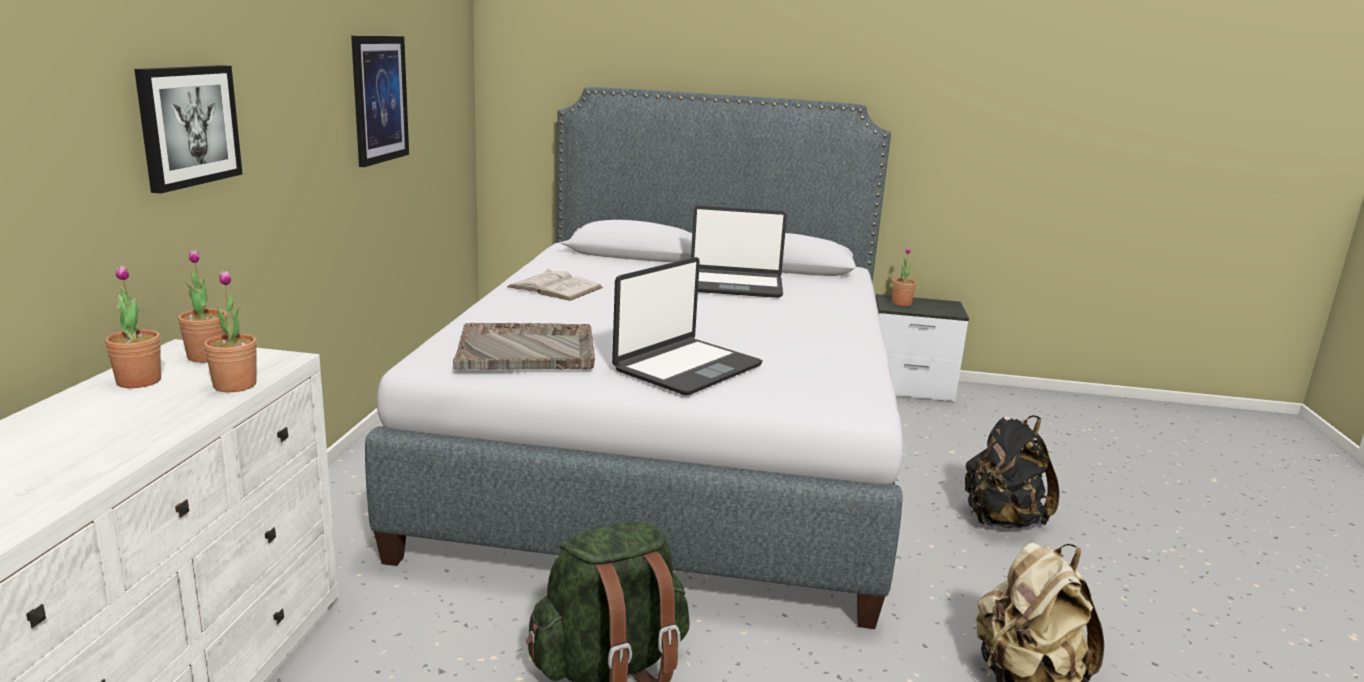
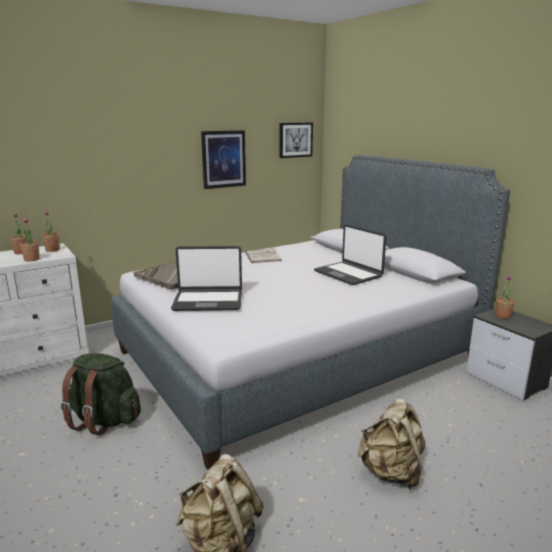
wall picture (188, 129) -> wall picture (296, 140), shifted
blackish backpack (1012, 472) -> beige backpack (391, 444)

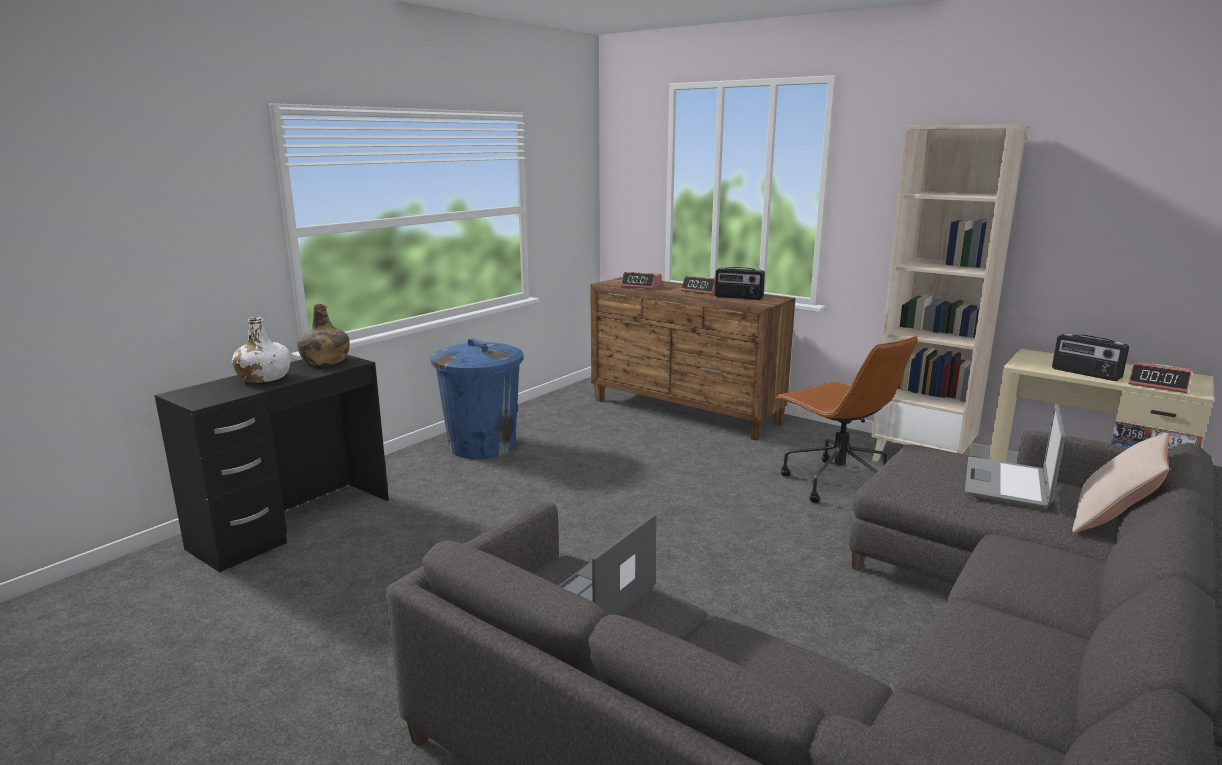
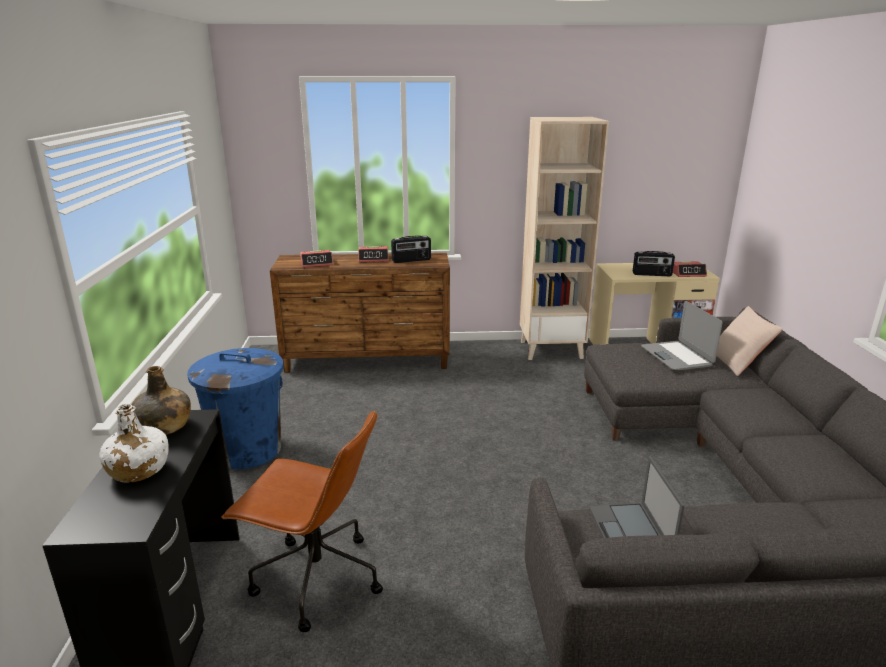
brownish office chair (847, 419) -> brownish office chair (302, 521), shifted

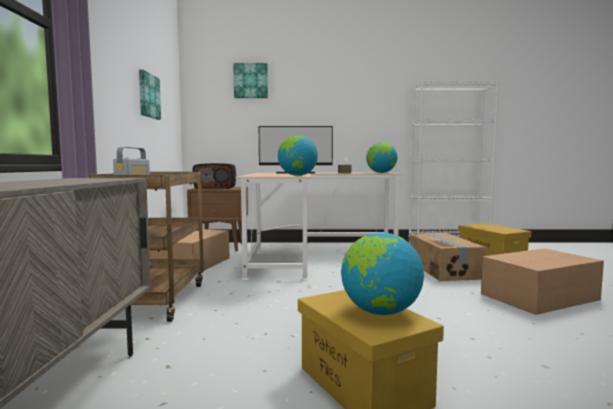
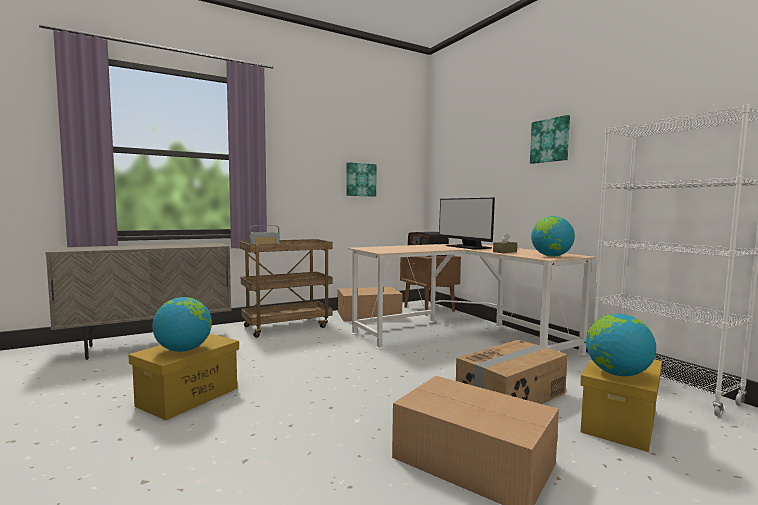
wall picture (250, 80) -> wall picture (550, 139), shifted
desk globe (298, 155) -> desk globe (621, 345), shifted

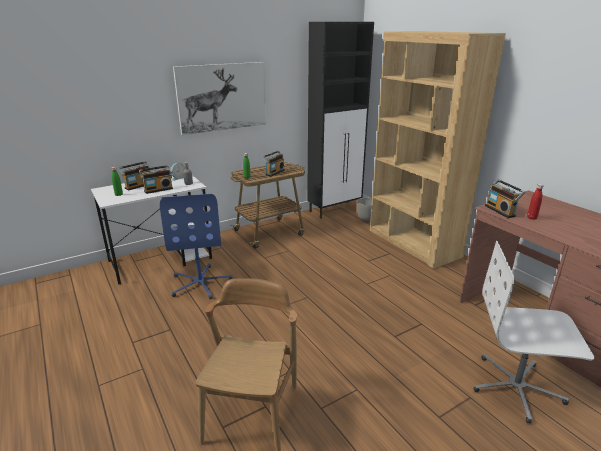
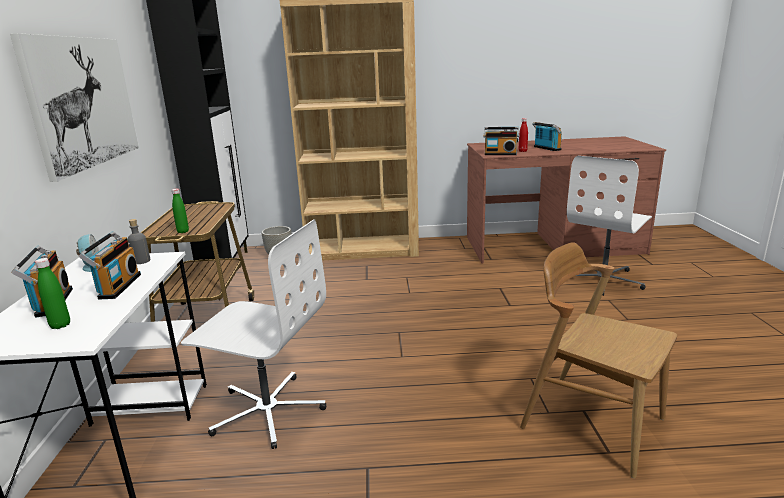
blue office chair (196, 246) -> whitish office chair (253, 334)
radio set (274, 163) -> radio set (547, 136), shifted

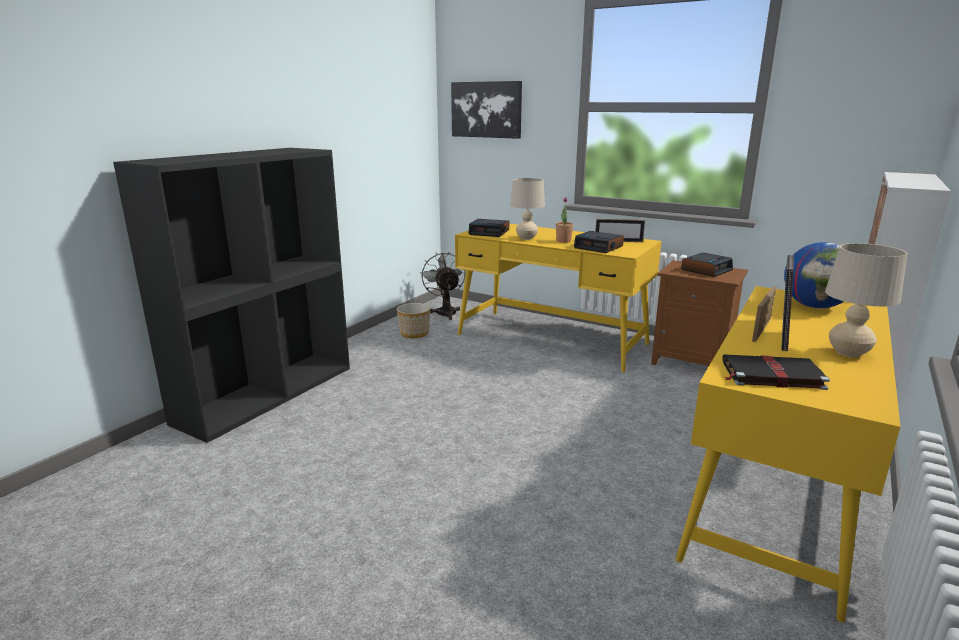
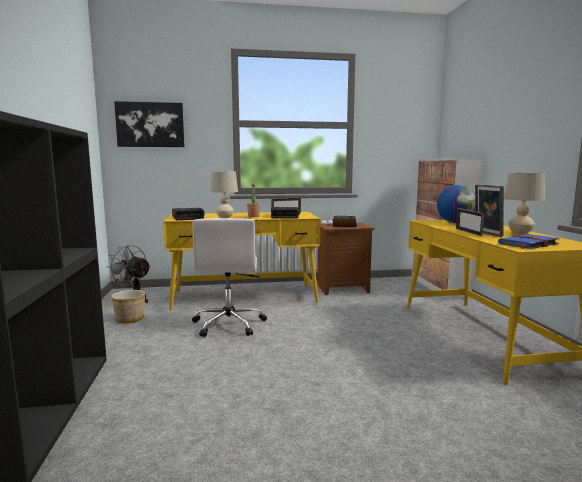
blackish bound book (776, 372) -> blue bound book (529, 242)
none -> whitish office chair (229, 277)

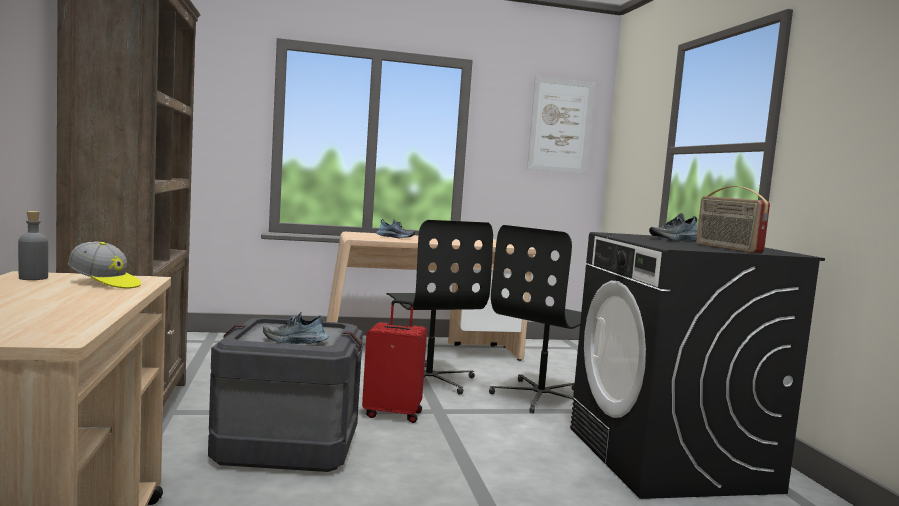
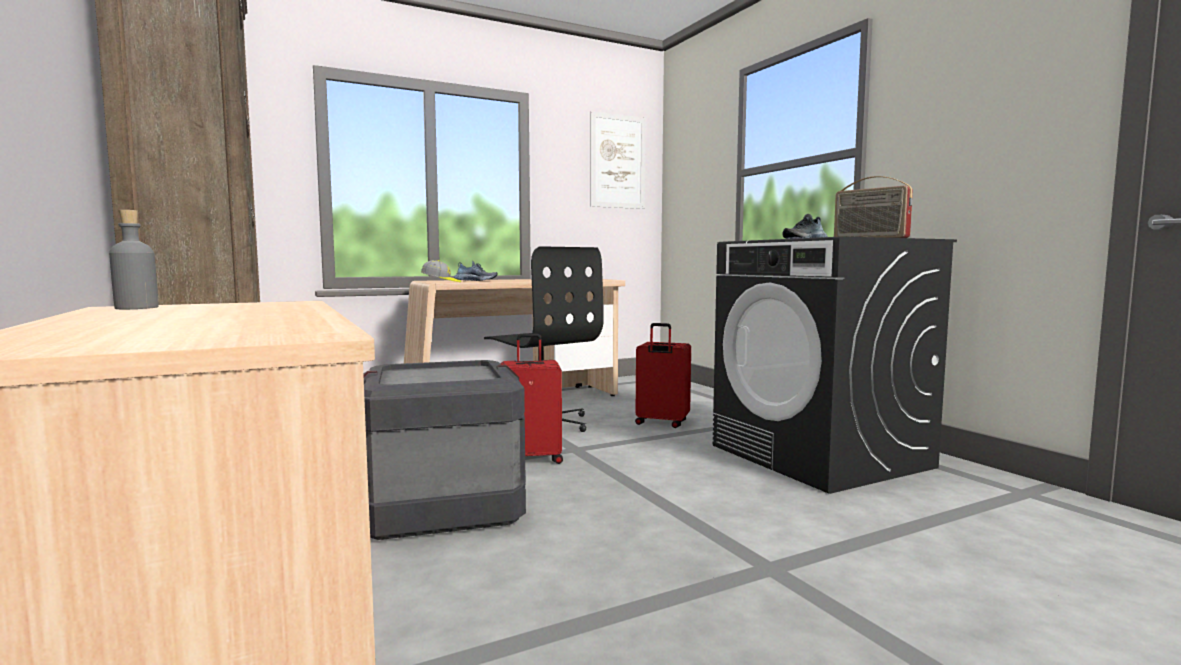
cap (104, 264) -> cap (441, 271), shifted
low shoe (296, 328) -> none
blackish office chair (535, 319) -> reddish suitcase (663, 375)

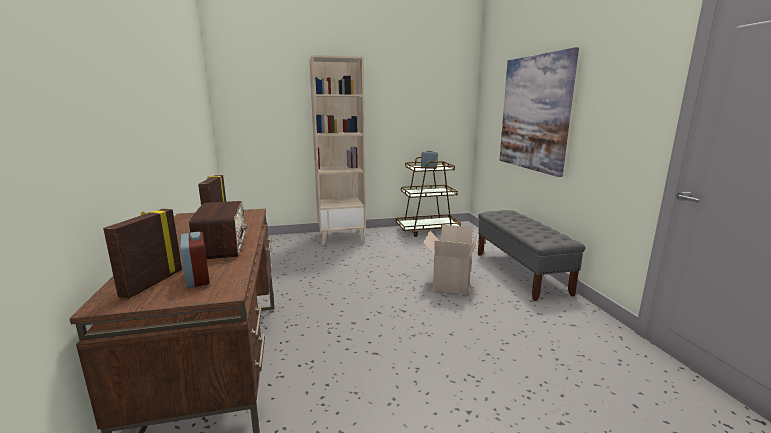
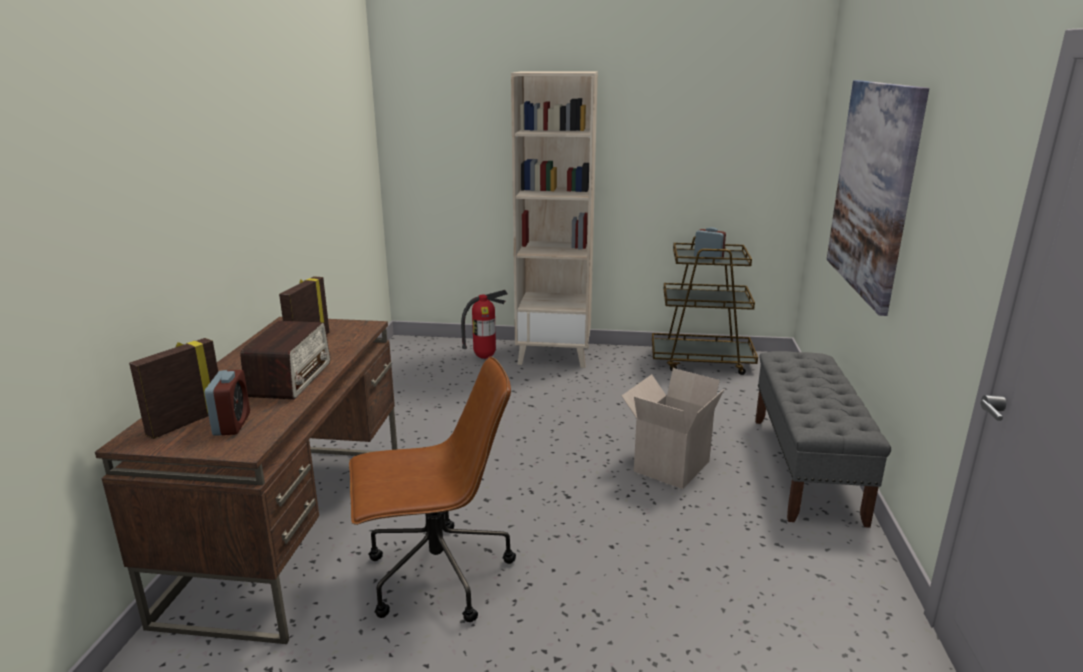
none -> brownish office chair (432, 489)
none -> extinguisher (484, 324)

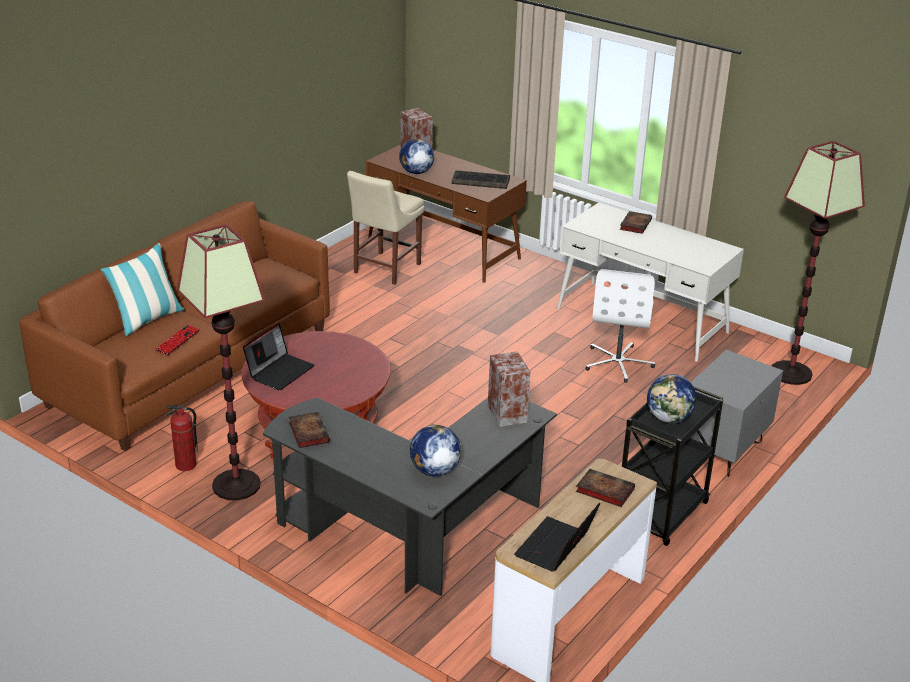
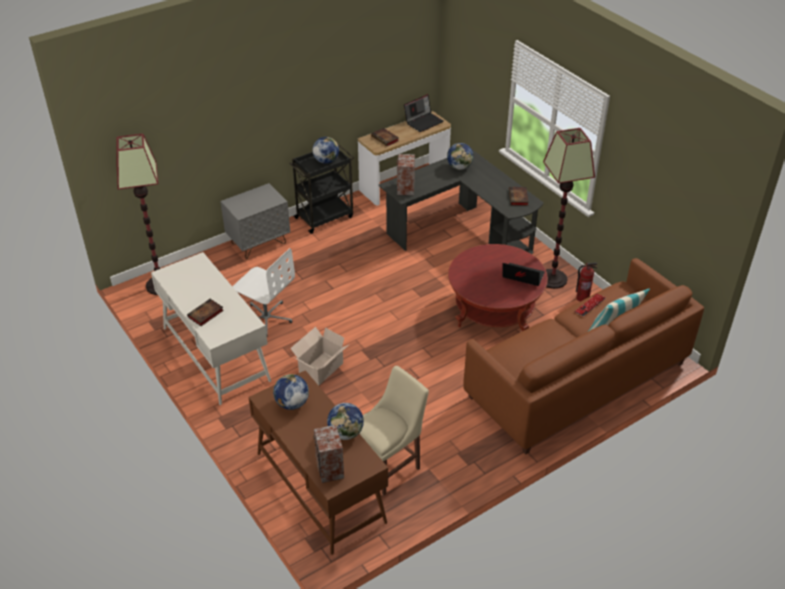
notebook computer (278, 356) -> notebook computer (524, 274), 60 degrees clockwise
keyboard (481, 179) -> desk globe (291, 392)
whitish office chair (620, 326) -> whitish office chair (263, 291), 90 degrees clockwise
none -> carton (319, 356)

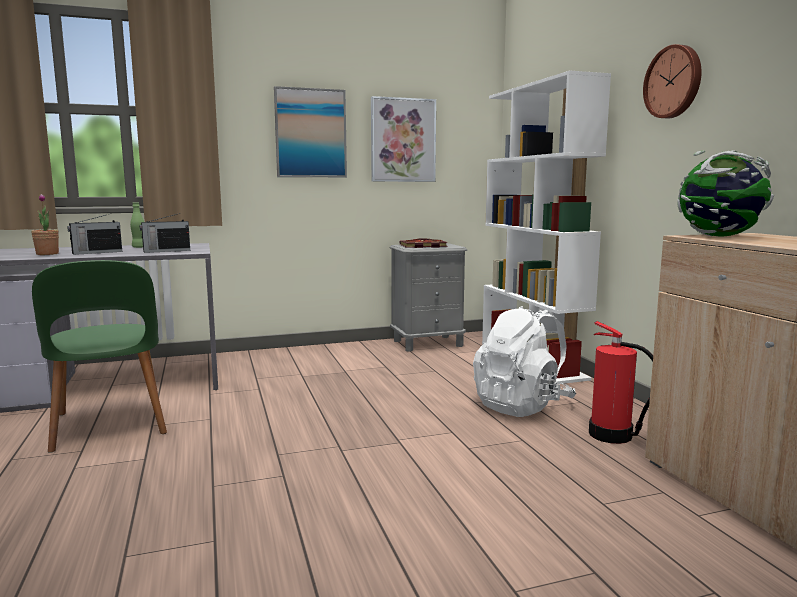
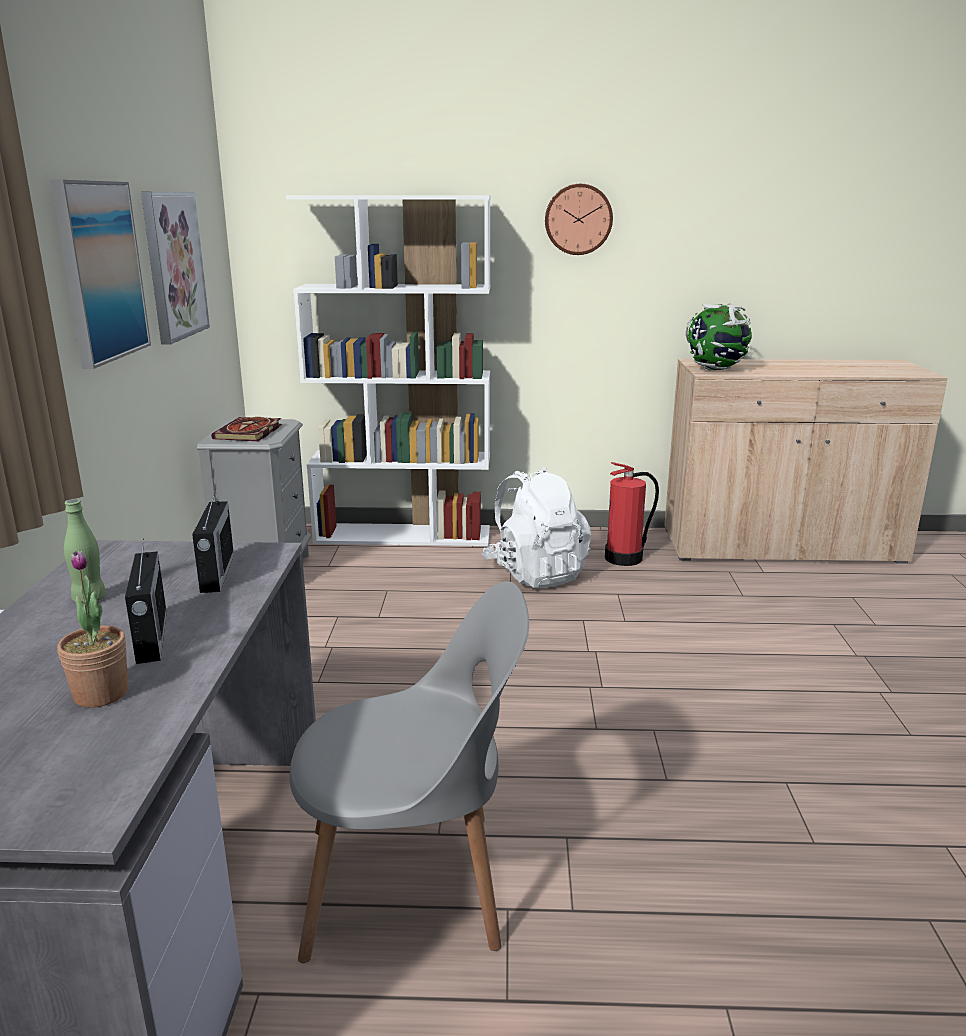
green plain chair (99, 356) -> greyish plain chair (409, 772)

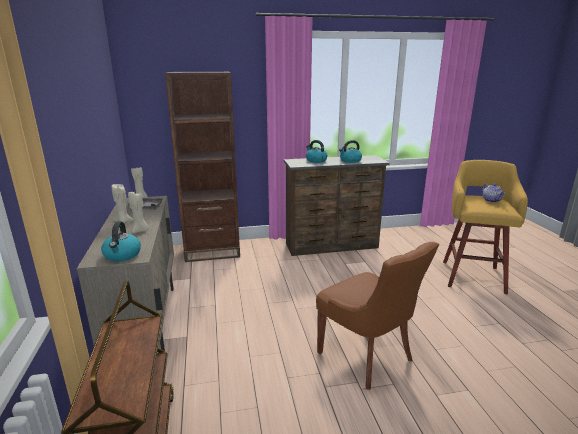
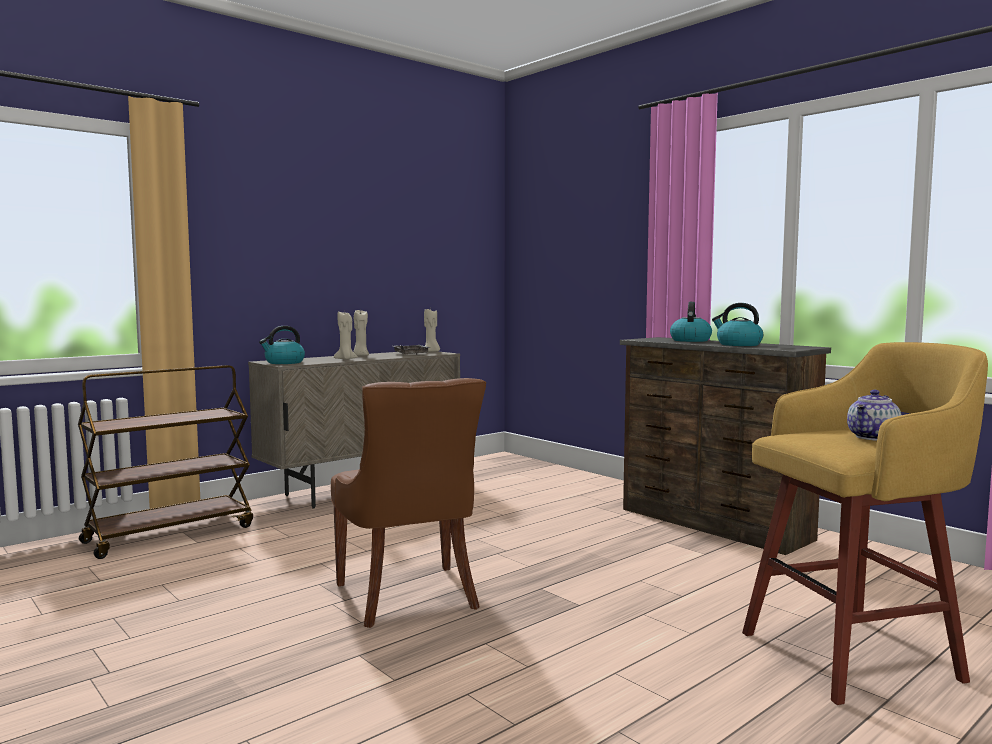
brownish shelving unit (202, 167) -> none
brownish plain chair (377, 316) -> brownish plain chair (408, 503), 45 degrees counterclockwise

